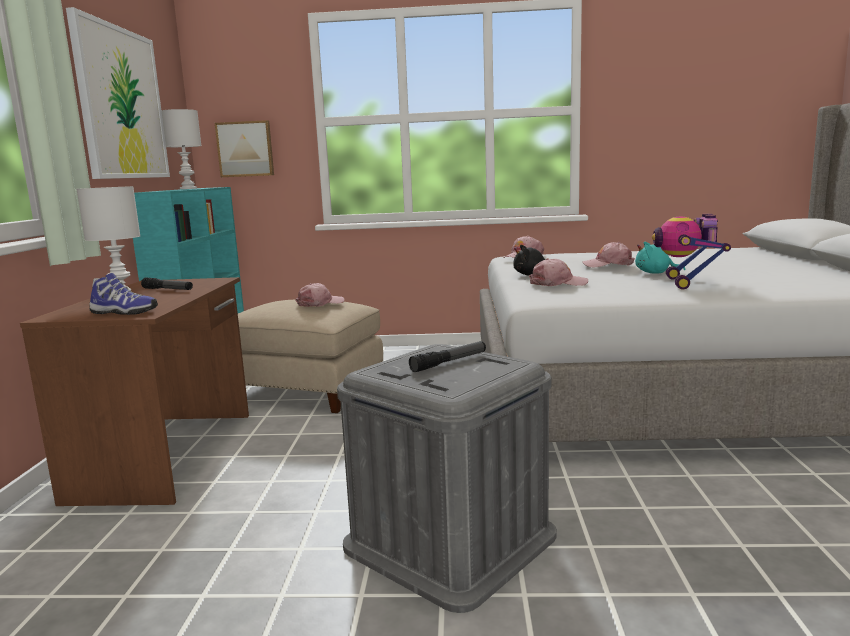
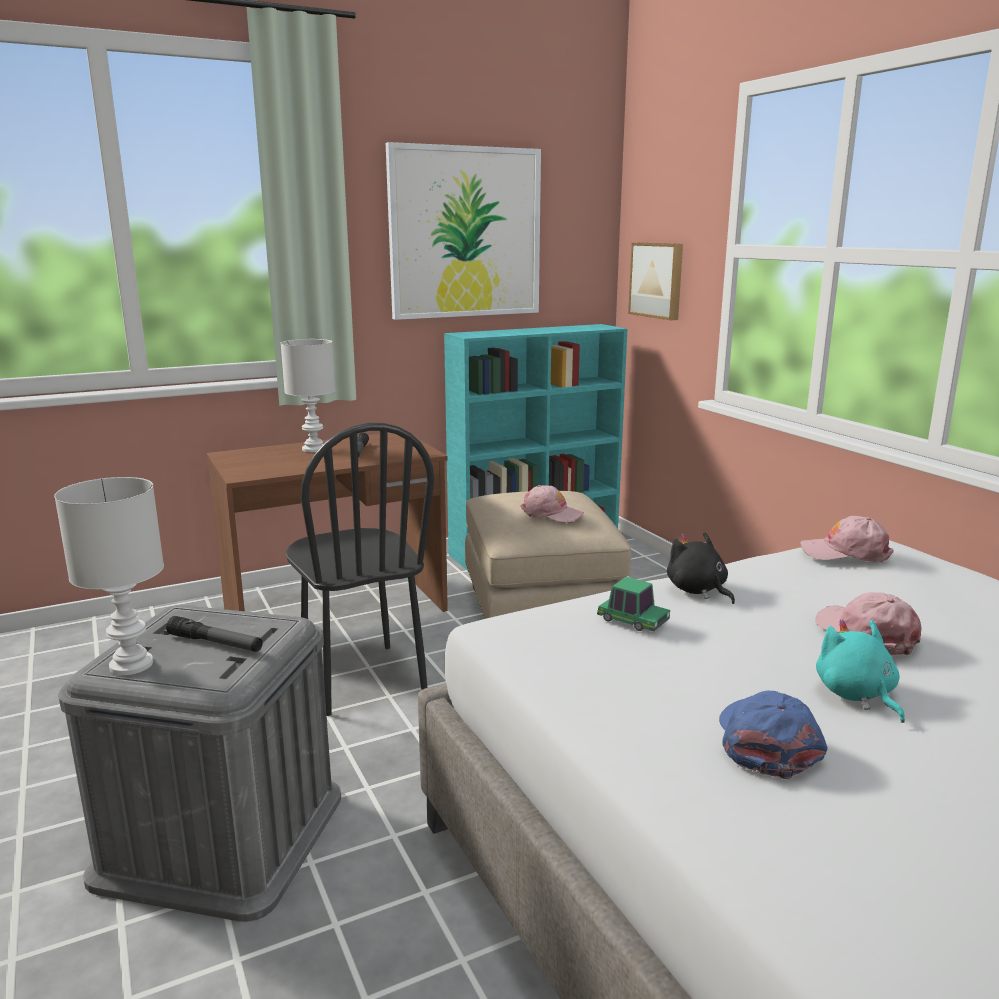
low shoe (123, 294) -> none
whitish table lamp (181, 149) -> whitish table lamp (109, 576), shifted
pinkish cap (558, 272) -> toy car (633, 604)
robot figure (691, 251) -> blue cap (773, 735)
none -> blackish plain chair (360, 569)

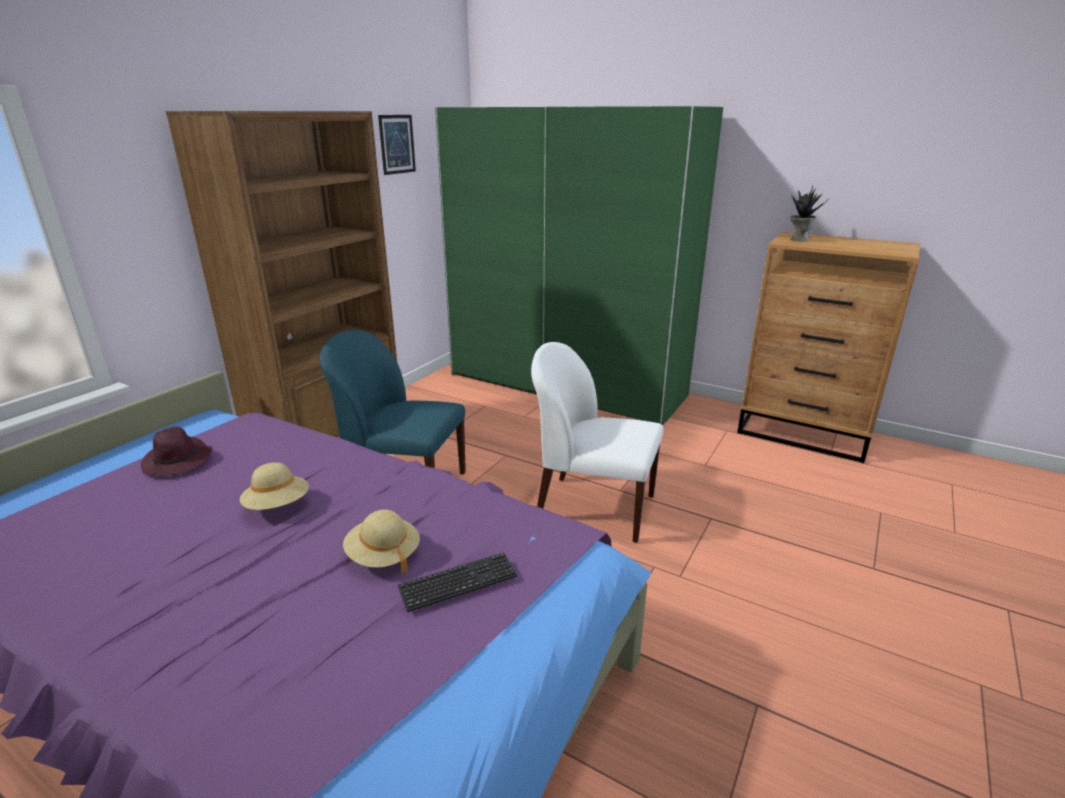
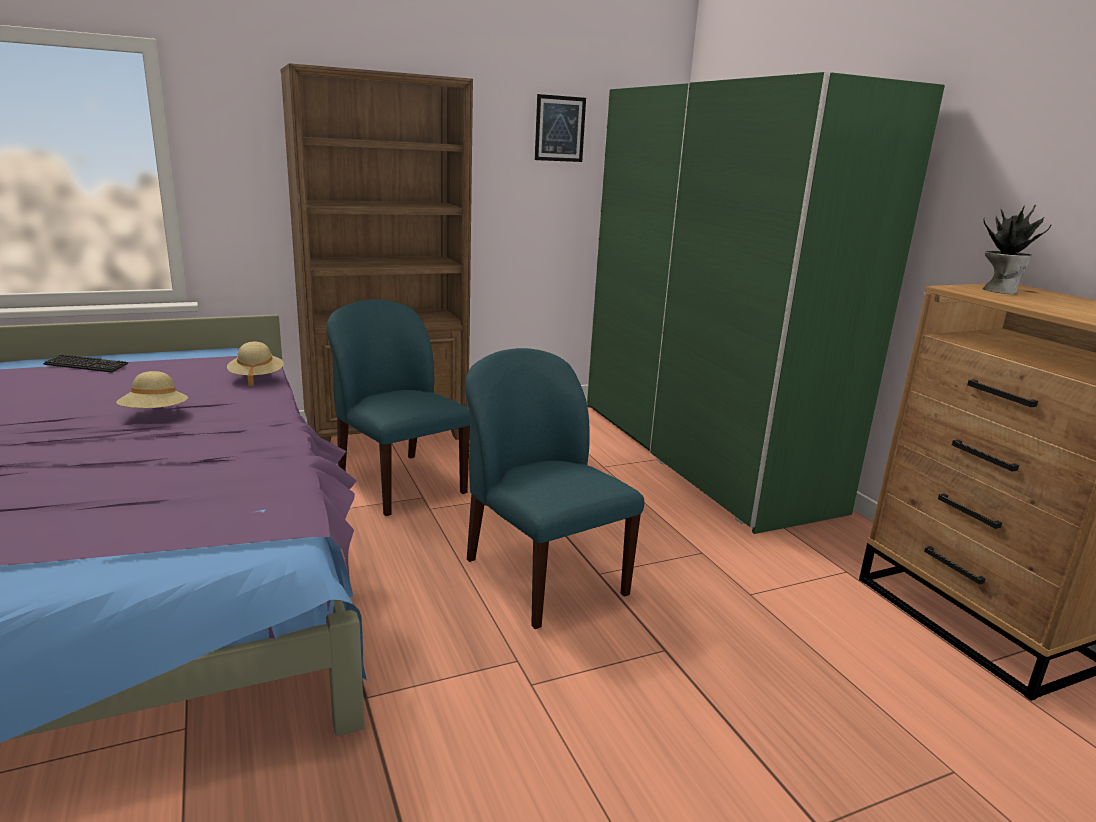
purple-coloured wearable hat (176, 451) -> none
beige wearable hat (381, 541) -> beige wearable hat (255, 364), shifted
keyboard (457, 582) -> keyboard (85, 363), shifted
whitish plain chair (597, 442) -> blue plain chair (555, 488)

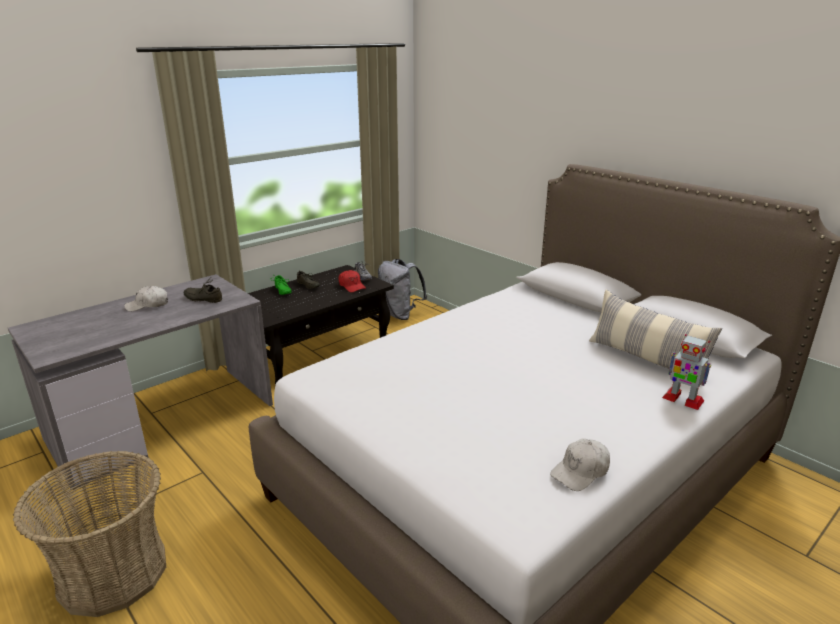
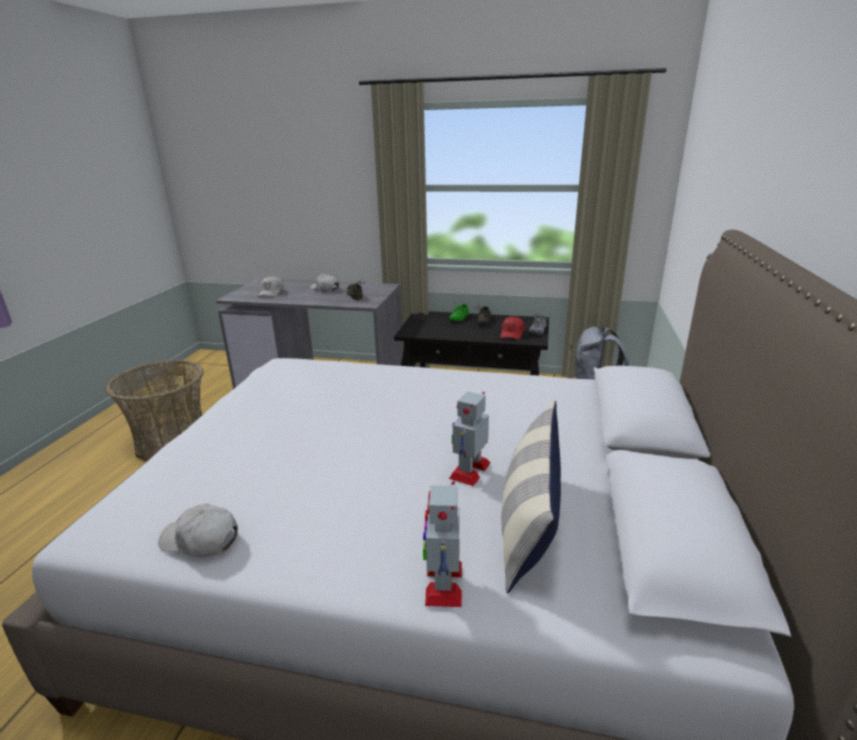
none -> whitish cap (271, 286)
none -> robot figure (469, 438)

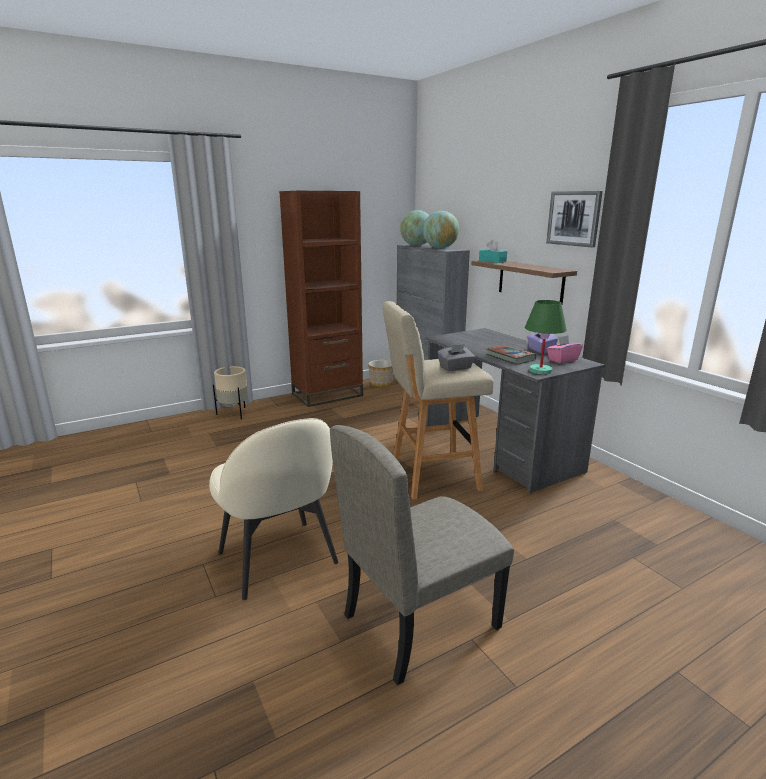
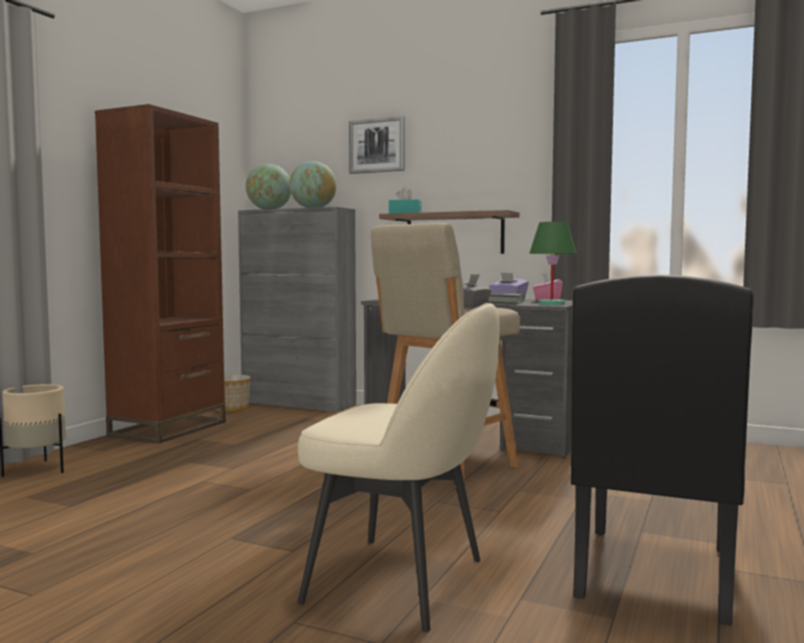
beige plain chair (422, 555) -> blackish plain chair (662, 449)
wall picture (574, 219) -> wall picture (377, 145), shifted

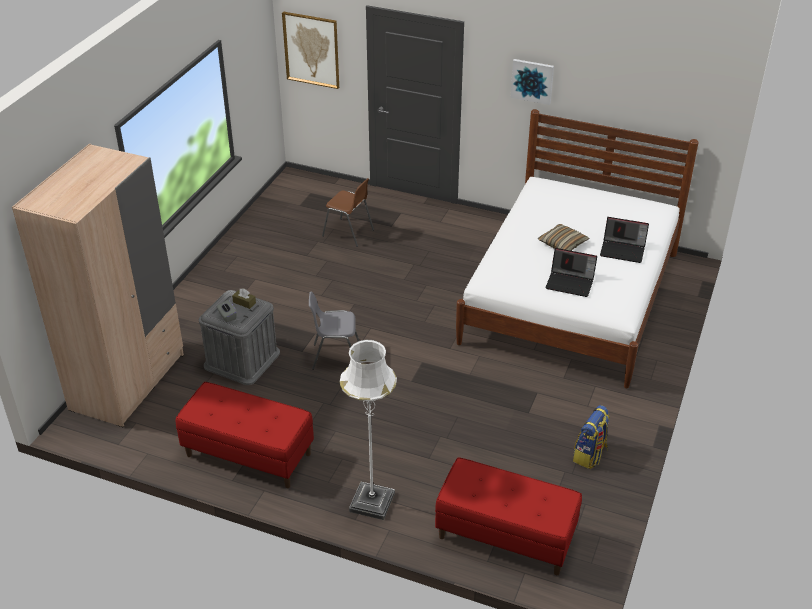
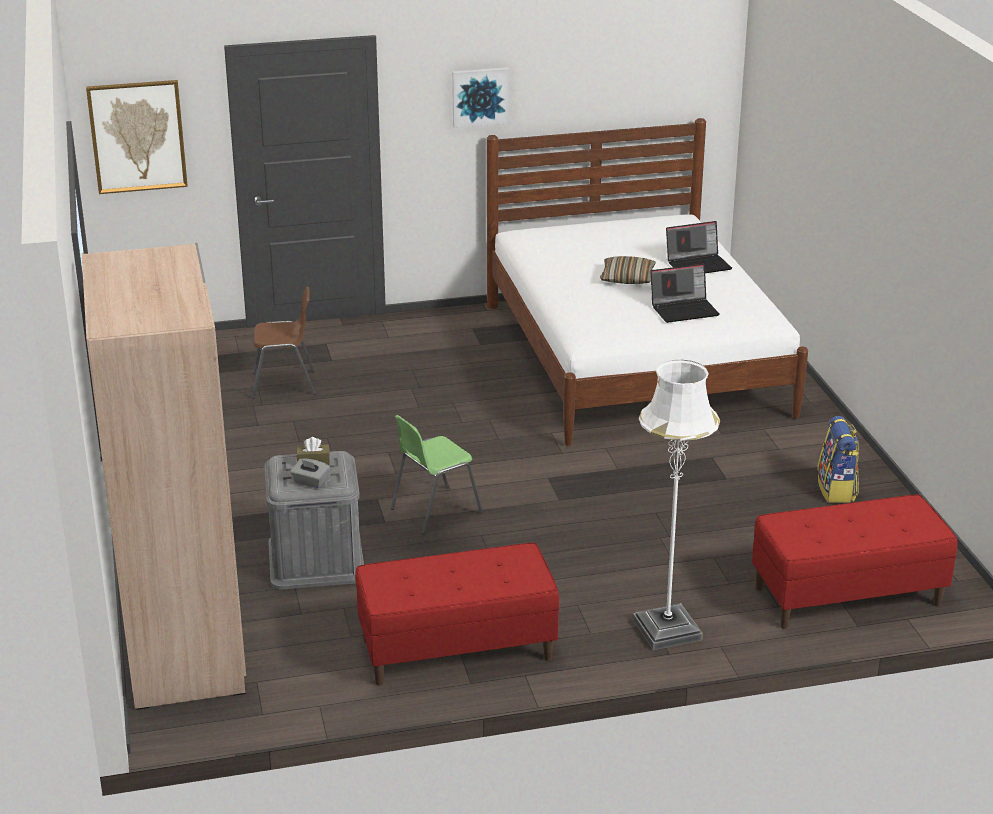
greyish plain chair (334, 330) -> green plain chair (437, 474)

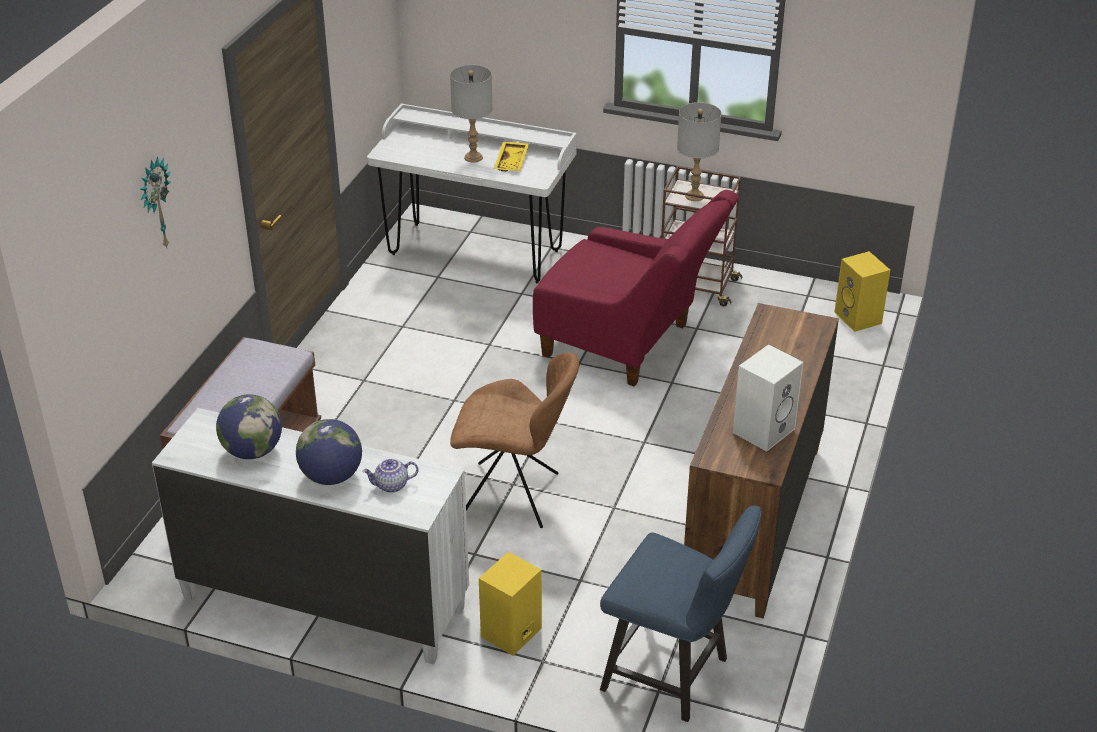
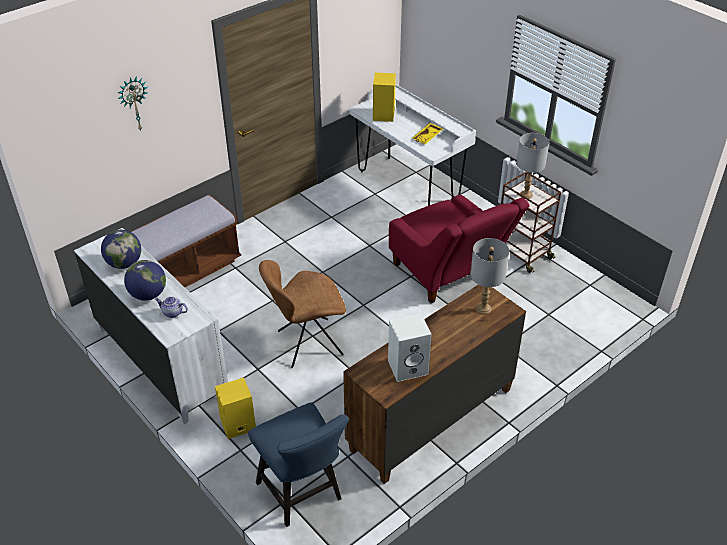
greyish table lamp (471, 113) -> greyish table lamp (489, 276), shifted
brownish plain chair (514, 440) -> brownish plain chair (302, 314), 120 degrees clockwise
yellow audio speaker (862, 291) -> yellow audio speaker (384, 97), shifted

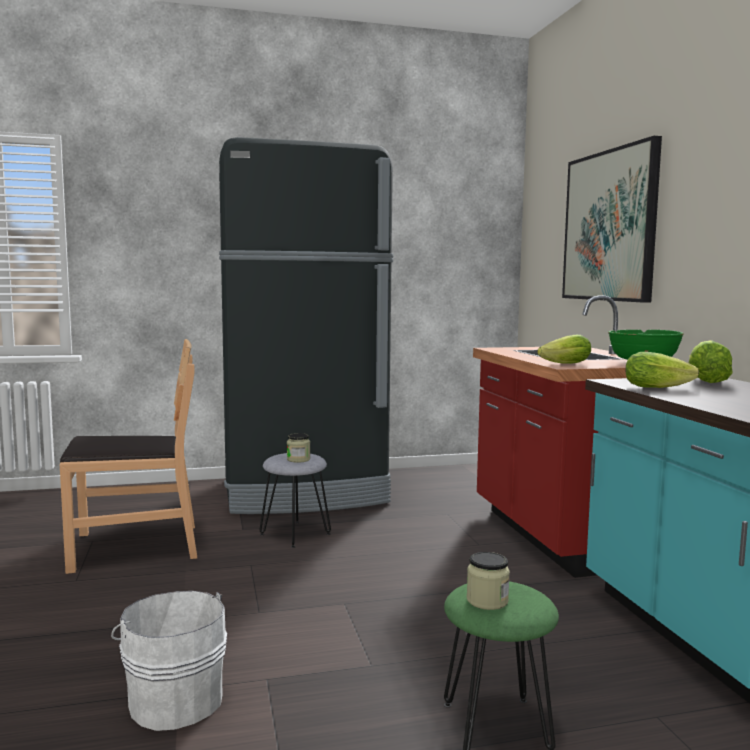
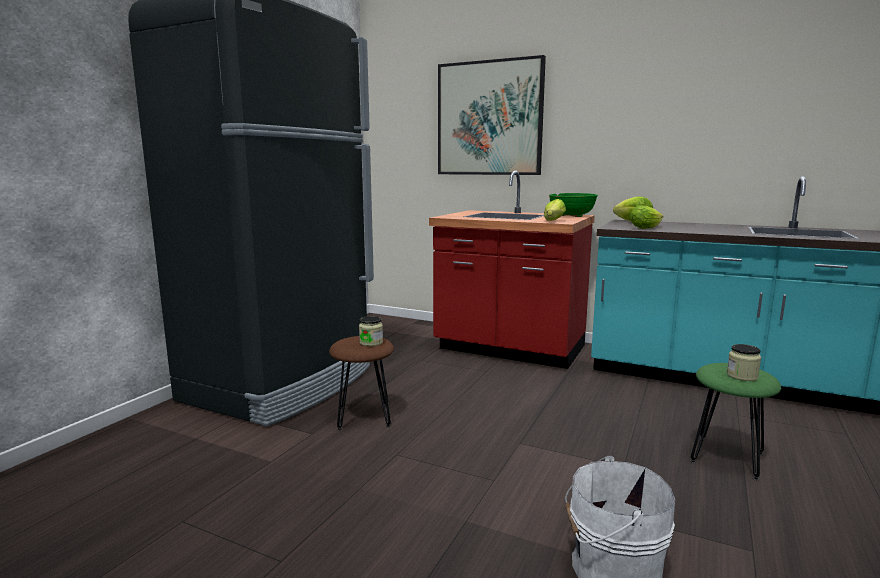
brownish plain chair (128, 456) -> none
greyish sitting stool (295, 500) -> brownish sitting stool (361, 383)

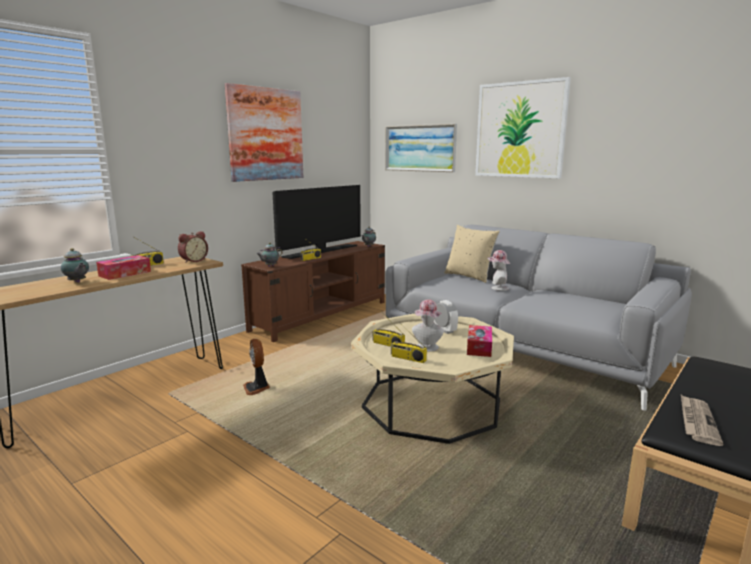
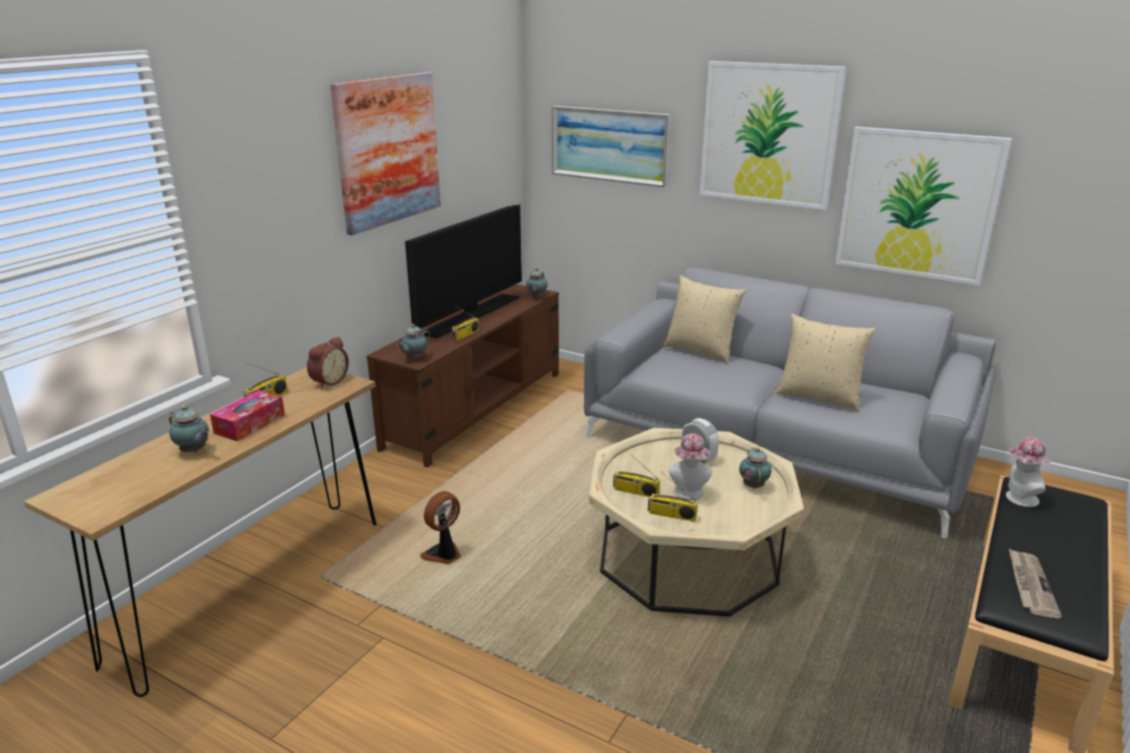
fan (256, 367) -> fan (440, 527), 75 degrees clockwise
tissue holder (479, 341) -> tea pot (755, 467)
wearable hat (499, 270) -> wearable hat (1028, 472), shifted
none -> beige throw pillow (825, 362)
none -> wall picture (923, 206)

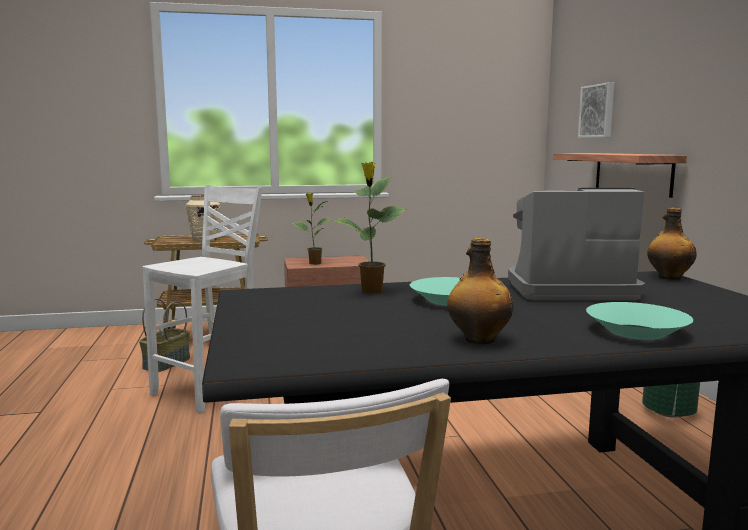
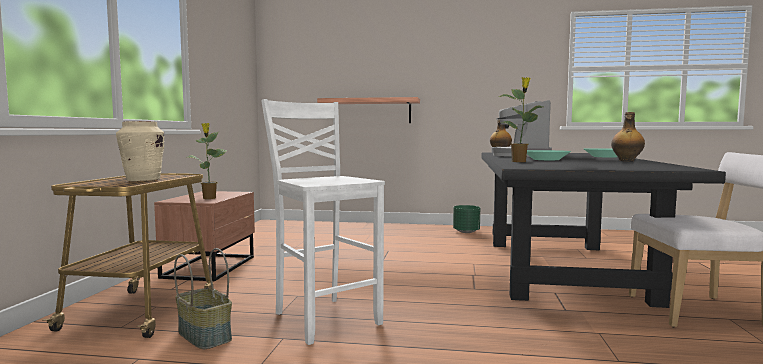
wall picture (596, 110) -> none

